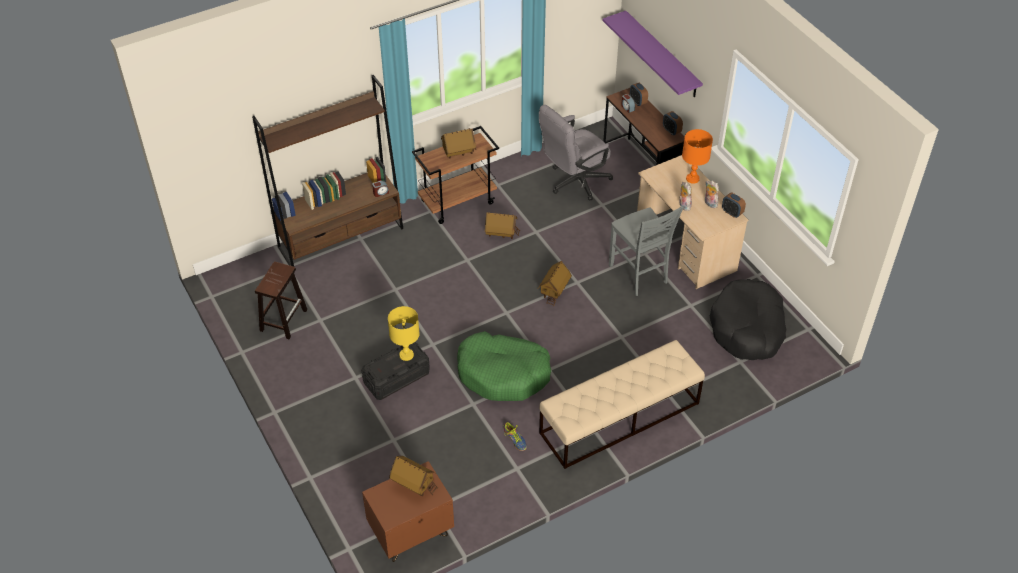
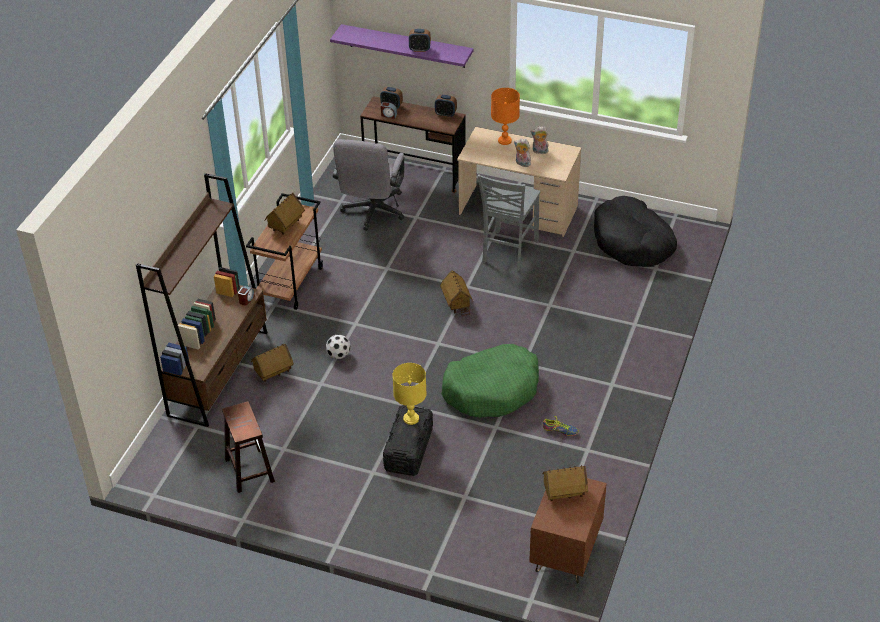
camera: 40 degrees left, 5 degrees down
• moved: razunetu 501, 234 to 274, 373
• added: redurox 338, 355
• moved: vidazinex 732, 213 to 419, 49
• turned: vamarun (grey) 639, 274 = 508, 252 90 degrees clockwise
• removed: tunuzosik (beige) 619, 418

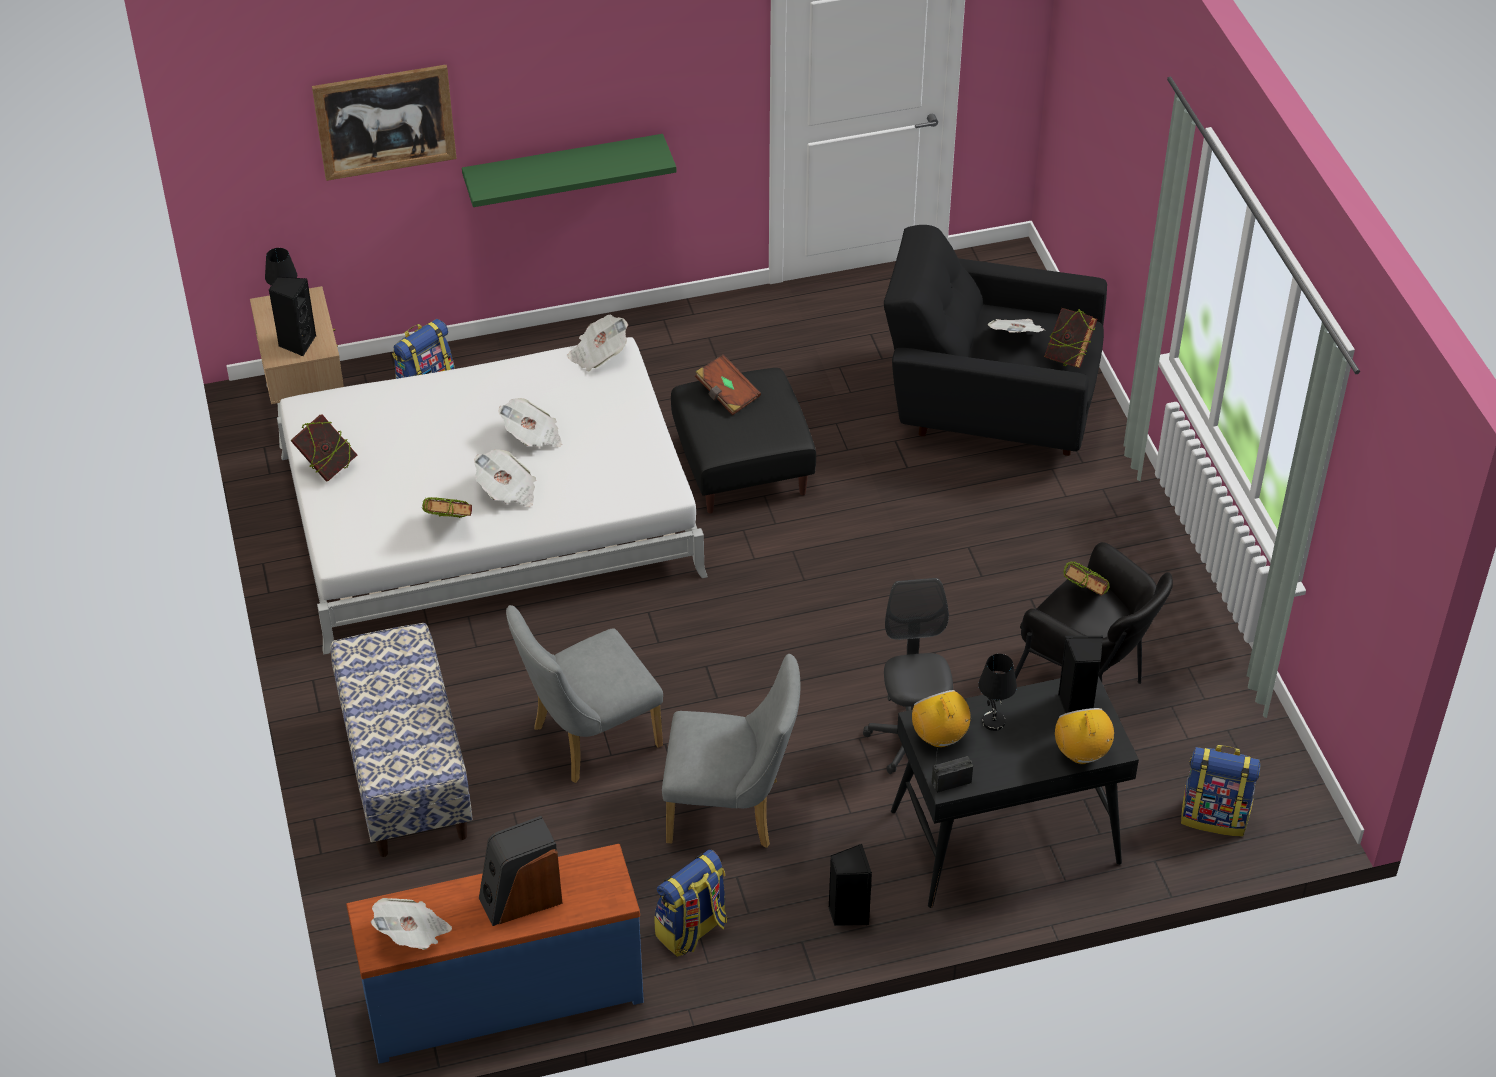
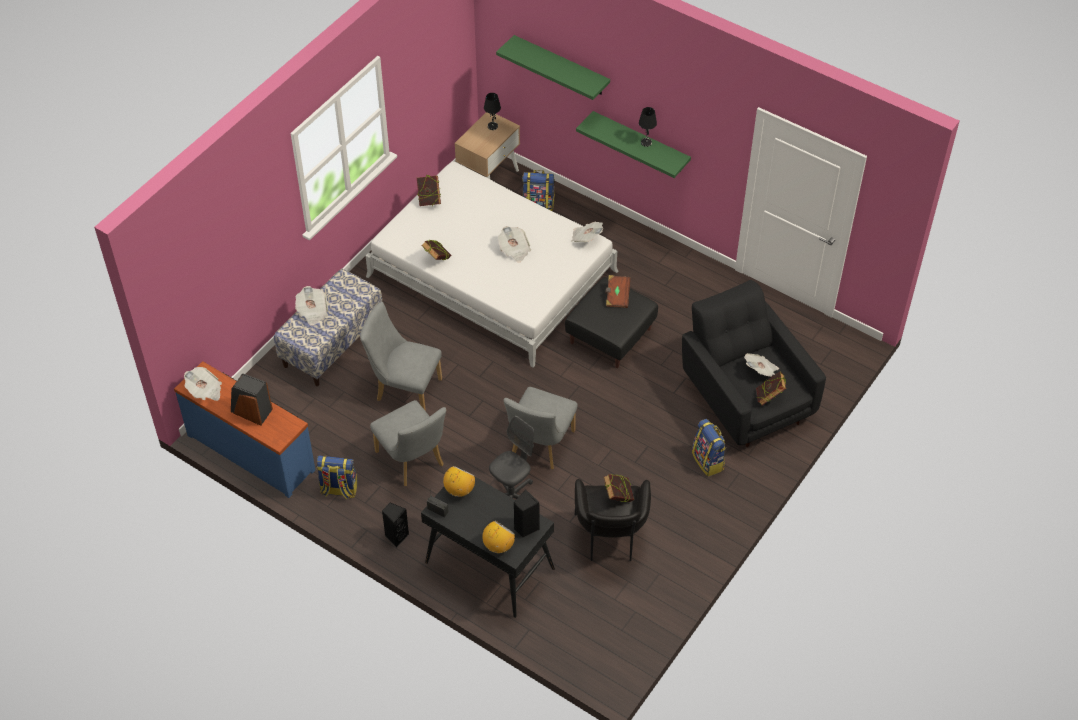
camera: 50 degrees right, 5 degrees up
• moved: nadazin 507, 491 to 312, 312
• replaced: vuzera 385, 121 to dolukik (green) 561, 66
• added: vamarun (grey) 539, 446
• moved: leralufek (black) 992, 721 to 646, 142
• moved: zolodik 1215, 816 to 708, 461
• removed: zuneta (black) 297, 343

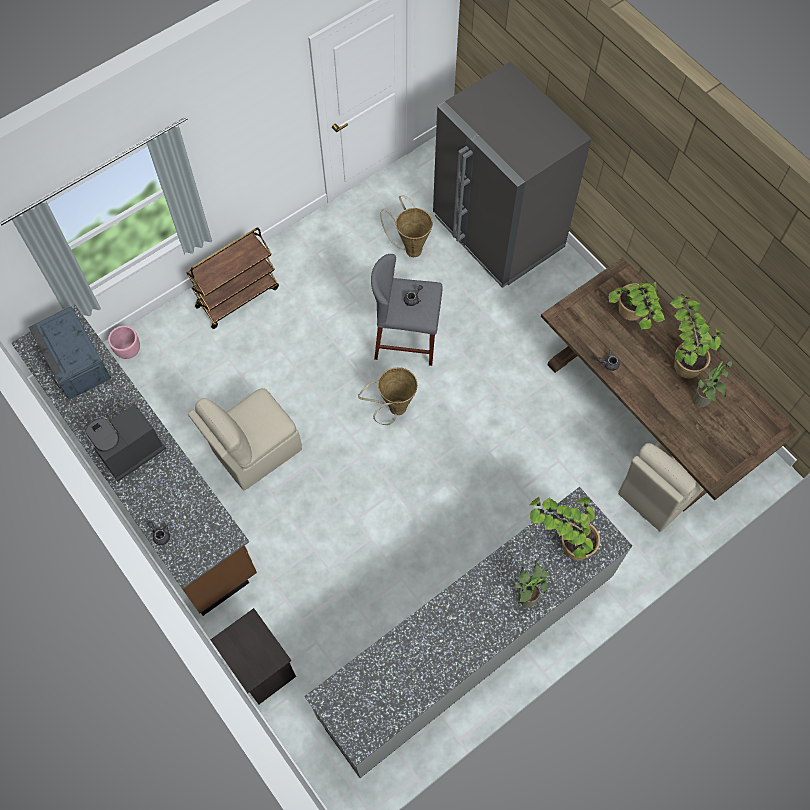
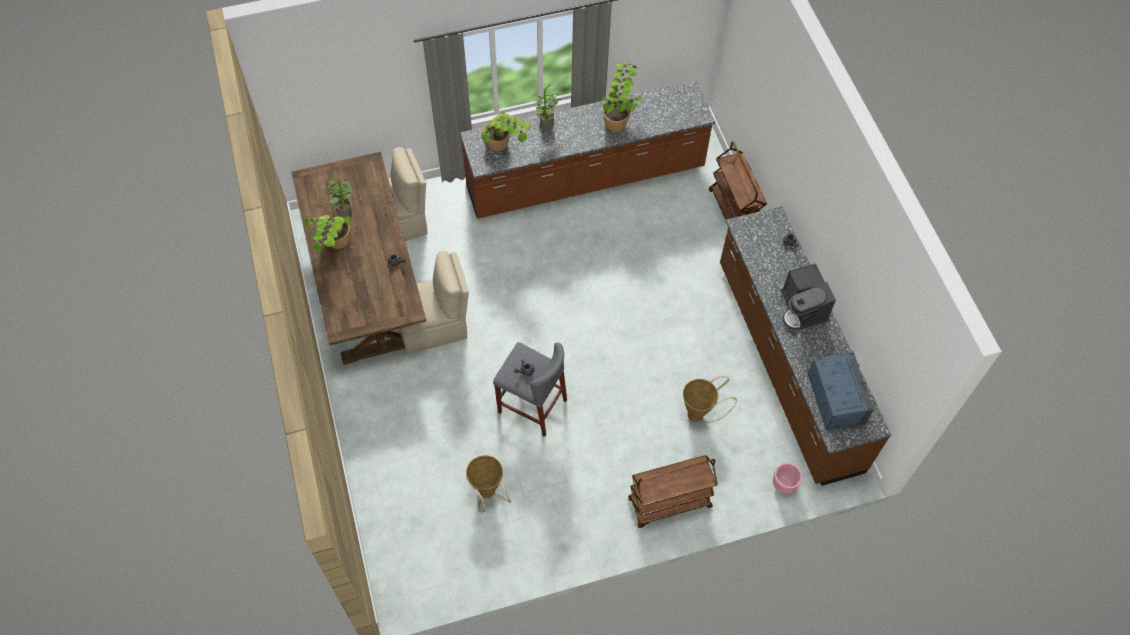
camera: 160 degrees left, 5 degrees down
• moved: vamarun (beige) 255, 451 to 434, 326
• recoloured: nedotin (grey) 467, 645 to nedotin (brown) 585, 179
• moved: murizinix 631, 321 to 619, 115
• moved: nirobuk 393, 410 to 699, 414
• replaced: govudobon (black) 259, 667 to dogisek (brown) 734, 213
• turned: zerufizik 129, 451 = 802, 309 90 degrees clockwise
• removed: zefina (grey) 498, 232

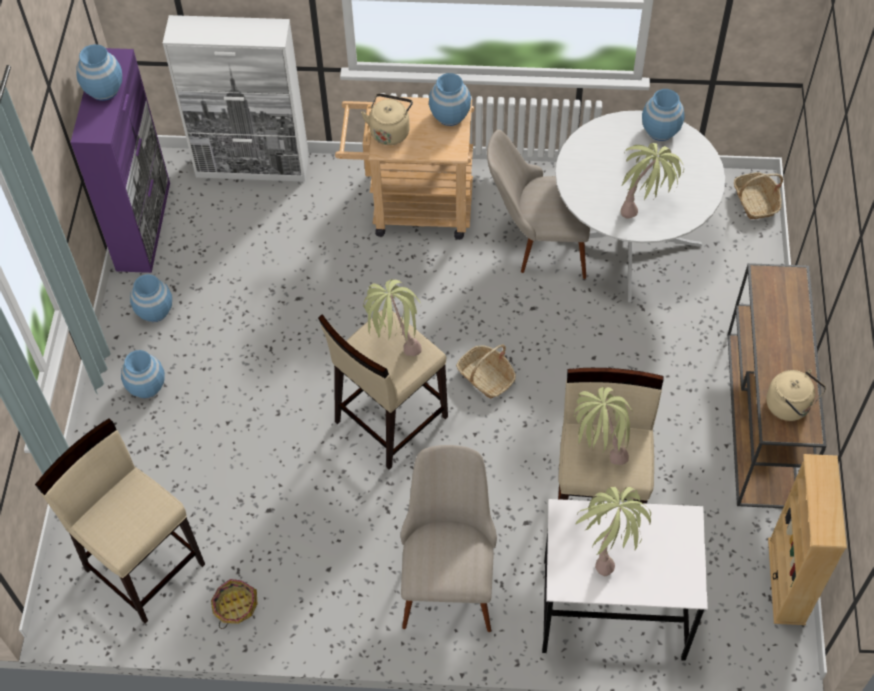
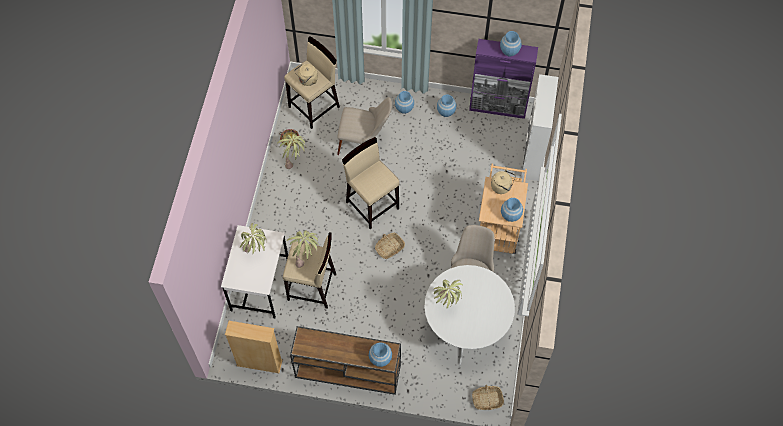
camera: 95 degrees right, 5 degrees up
• moved: murizinix 394, 343 to 294, 160
• moved: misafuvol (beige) 790, 406 to 307, 80
• moved: vamarun (beige) 448, 577 to 364, 142
• moved: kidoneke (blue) 660, 131 to 380, 358

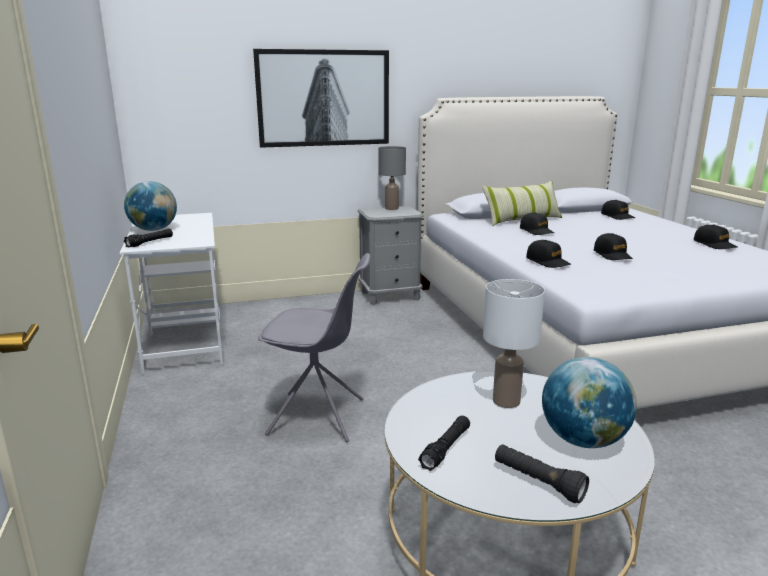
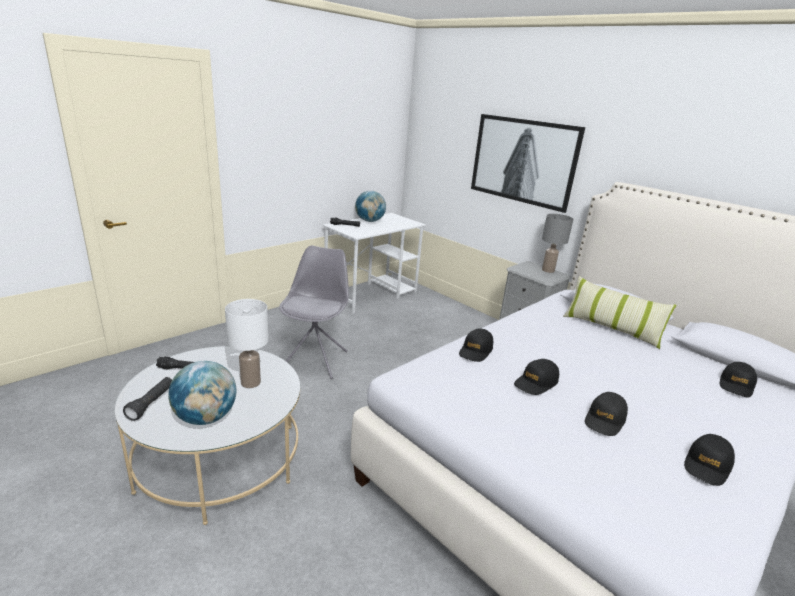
camera: 60 degrees right, 5 degrees up
• turned: vamarun (grey) 318, 417 = 315, 360 150 degrees counterclockwise
• moved: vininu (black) 536, 231 to 605, 420

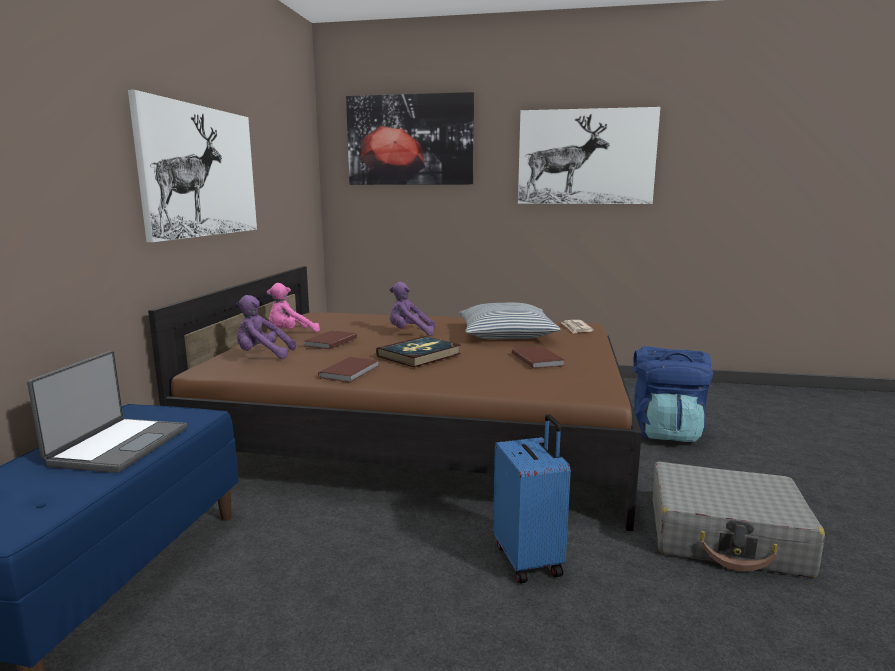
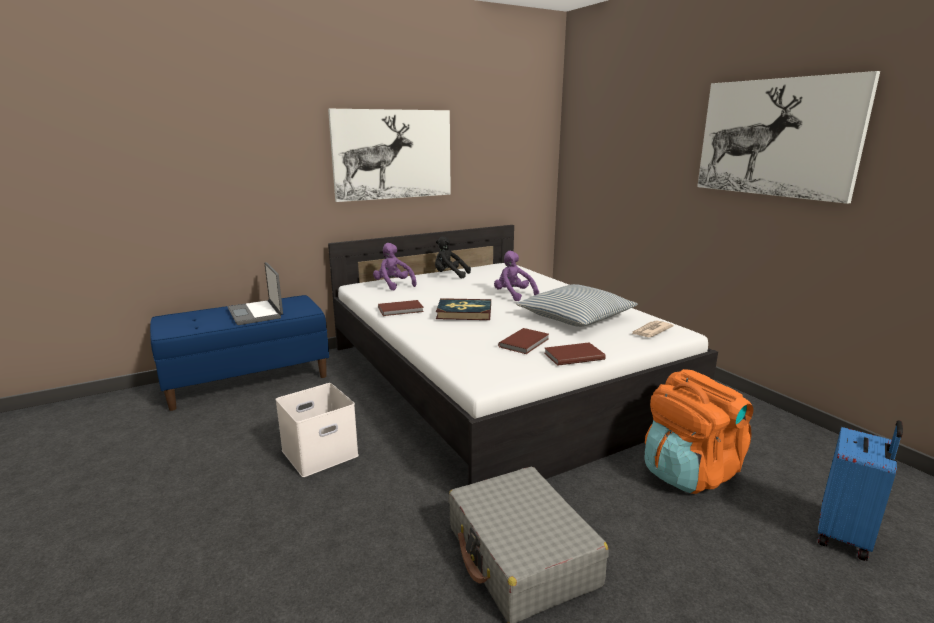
camera: 50 degrees right, 5 degrees up
• turned: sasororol 118, 446 = 256, 313 90 degrees clockwise
• added: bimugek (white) 320, 452
• recoloured: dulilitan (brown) 423, 433 to dulilitan (white) 496, 379
• recoloured: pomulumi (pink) 290, 333 to pomulumi (black) 449, 275
• moved: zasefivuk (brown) 329, 342 to 572, 356
• recoloured: zolodik (blue) 666, 432 to zolodik (orange) 689, 472
• moved: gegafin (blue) 529, 559 to 845, 536
• removed: vuzera 410, 140

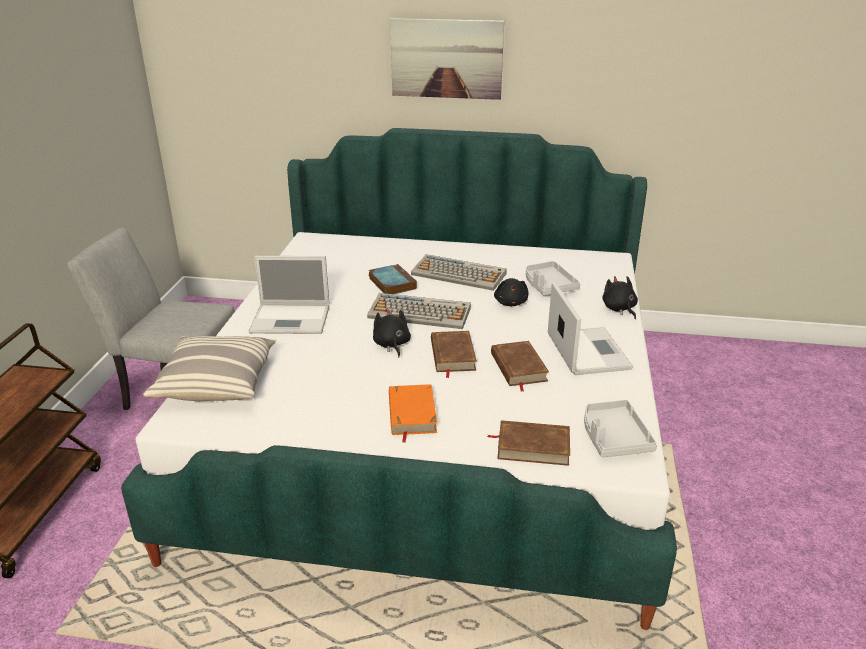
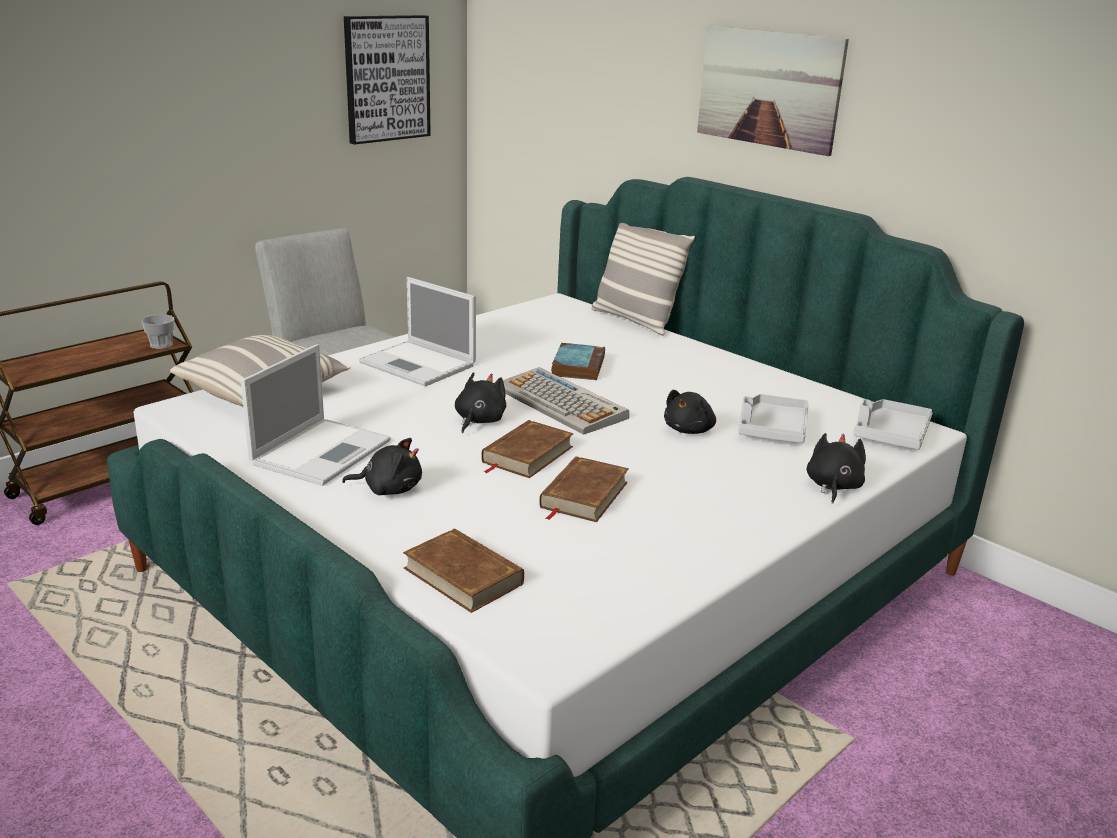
camera: 35 degrees right, 5 degrees down
• added: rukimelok 161, 345
• moved: sasororol 587, 351 to 322, 451
• replaced: zasefivuk (orange) 411, 414 to pomulumi (black) 389, 489
• added: vuzera 386, 78
• added: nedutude 635, 320
• moved: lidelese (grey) 613, 437 to 891, 435
• removed: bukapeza 459, 274

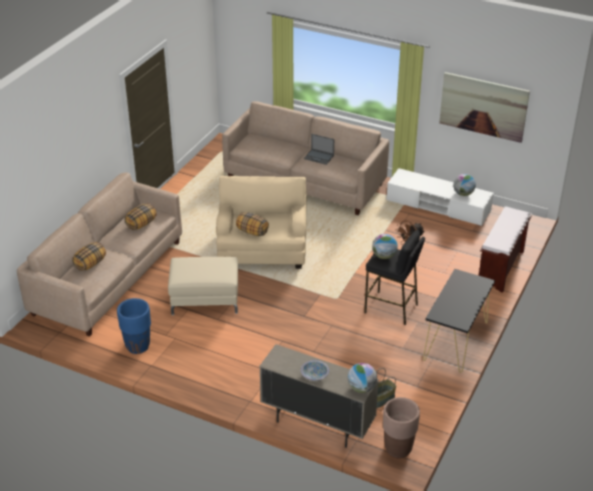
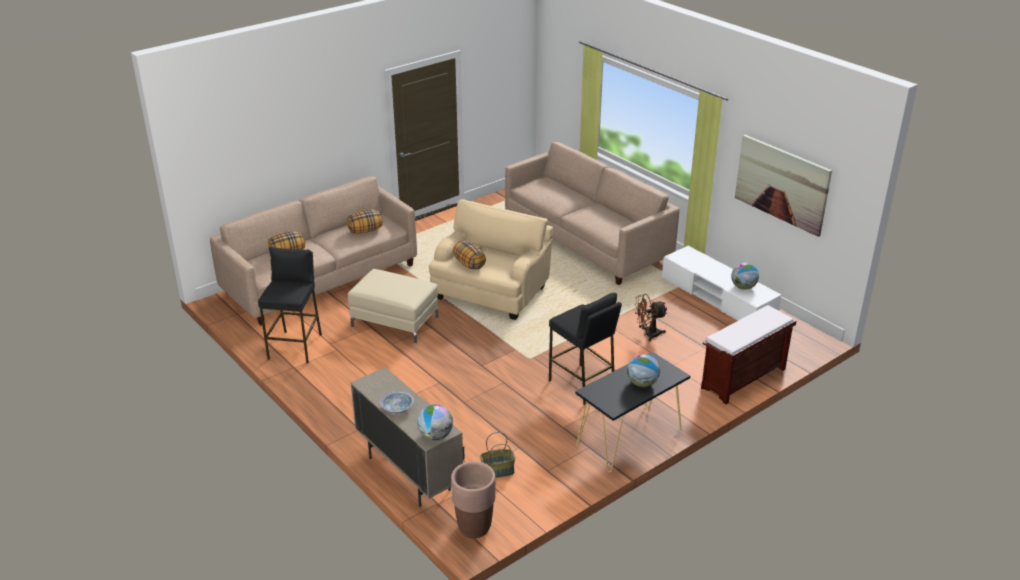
camera: 25 degrees right, 5 degrees down
• replaced: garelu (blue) 138, 346 to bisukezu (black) 296, 347
• moved: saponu 384, 256 to 642, 383
• removed: sasororol 319, 157

